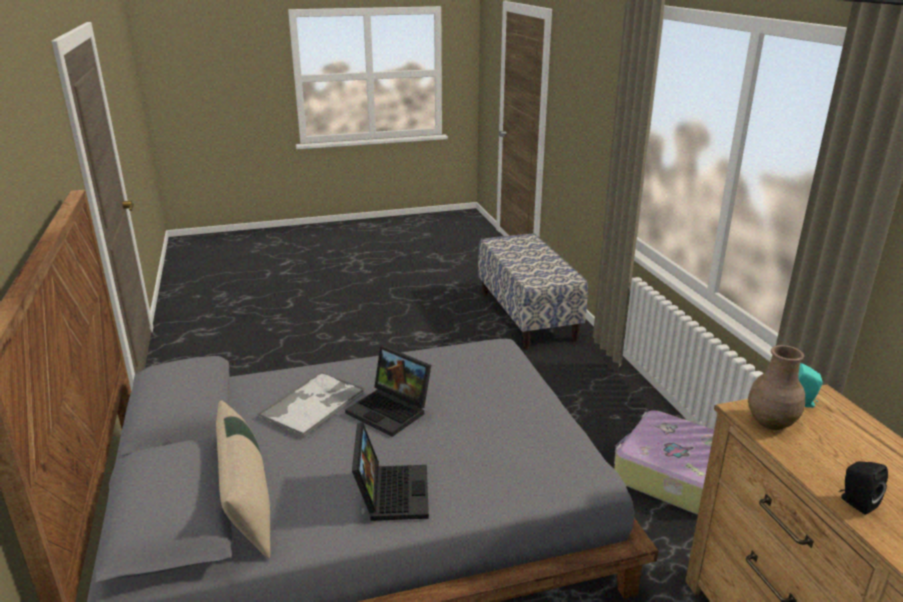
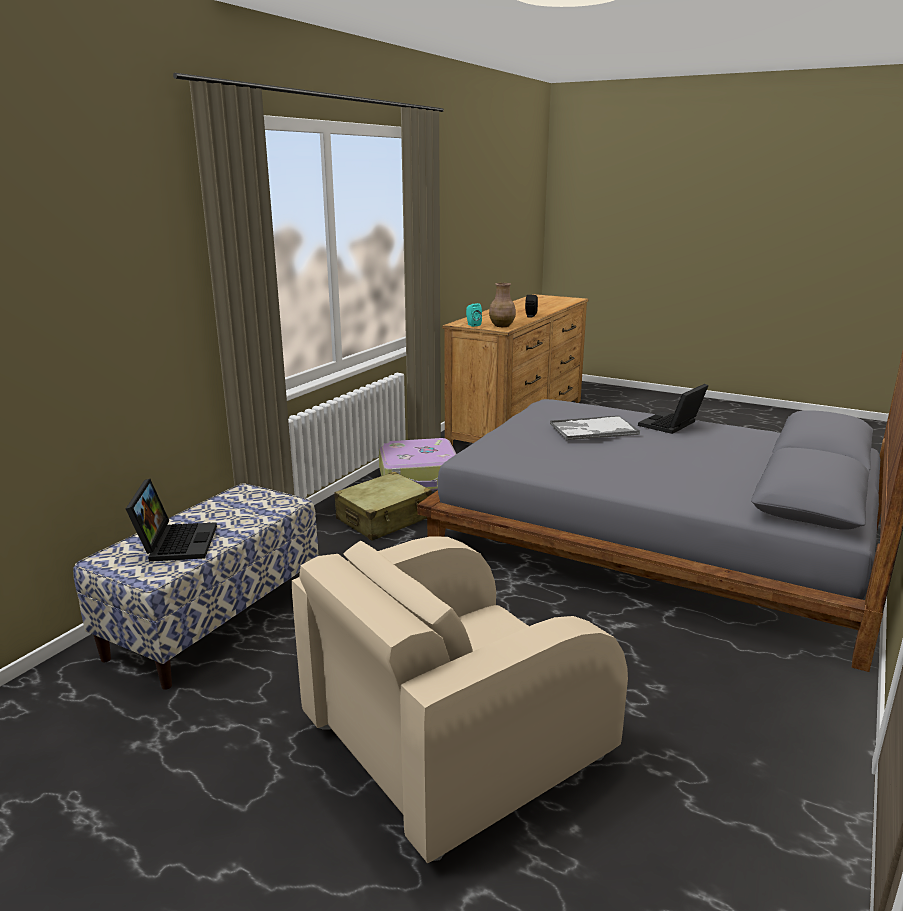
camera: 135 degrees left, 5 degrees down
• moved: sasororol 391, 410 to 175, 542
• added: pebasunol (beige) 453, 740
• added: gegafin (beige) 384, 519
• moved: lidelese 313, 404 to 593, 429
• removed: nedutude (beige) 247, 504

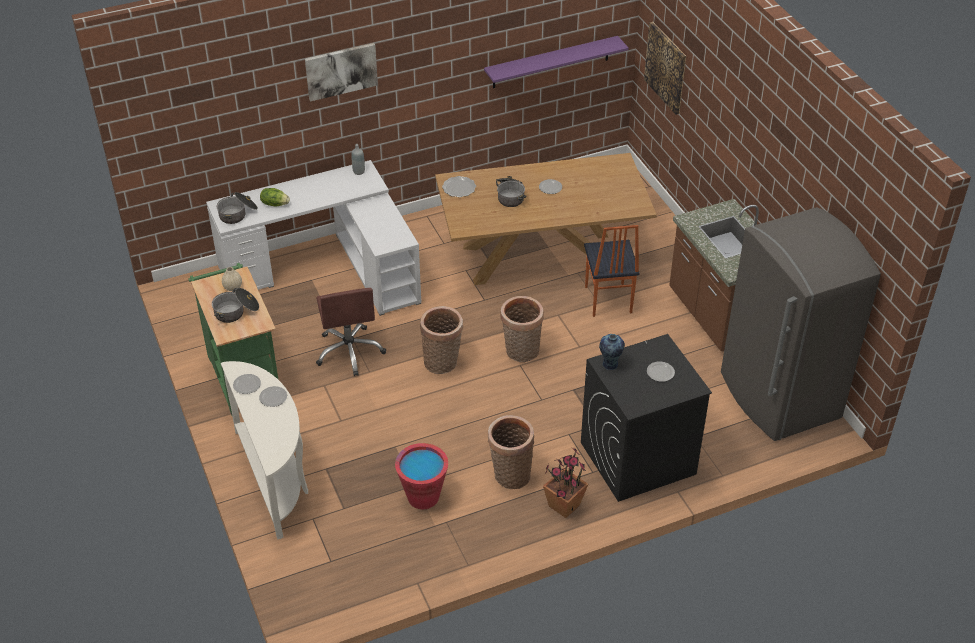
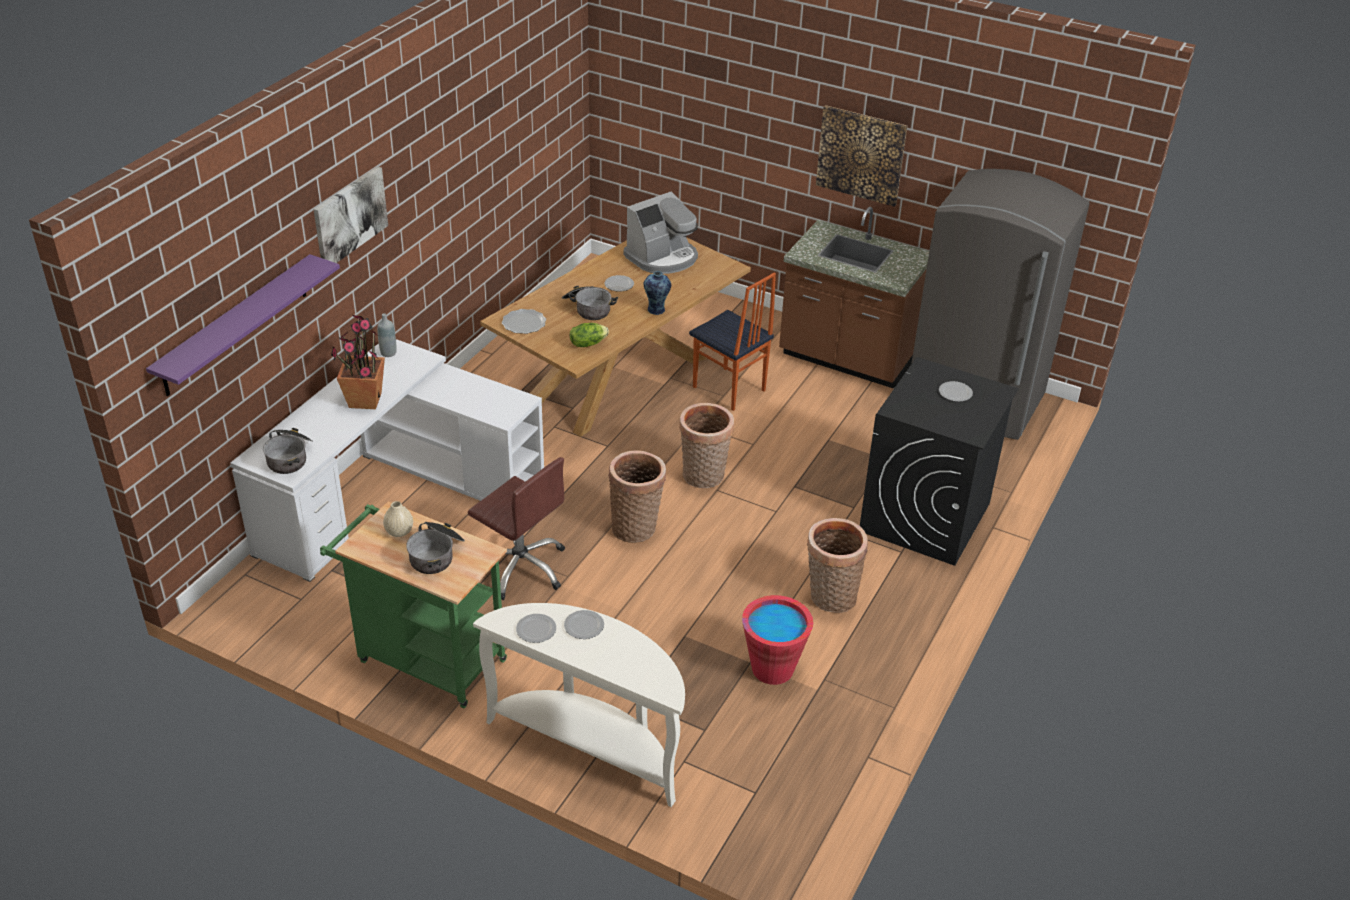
camera: 40 degrees left, 5 degrees down
• moved: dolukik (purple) 551, 62 to 235, 325
• moved: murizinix 563, 505 to 364, 400
• moved: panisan 275, 203 to 587, 343
• added: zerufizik 662, 258
• moved: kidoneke 610, 365 to 656, 310
• moved: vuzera 666, 67 to 861, 155

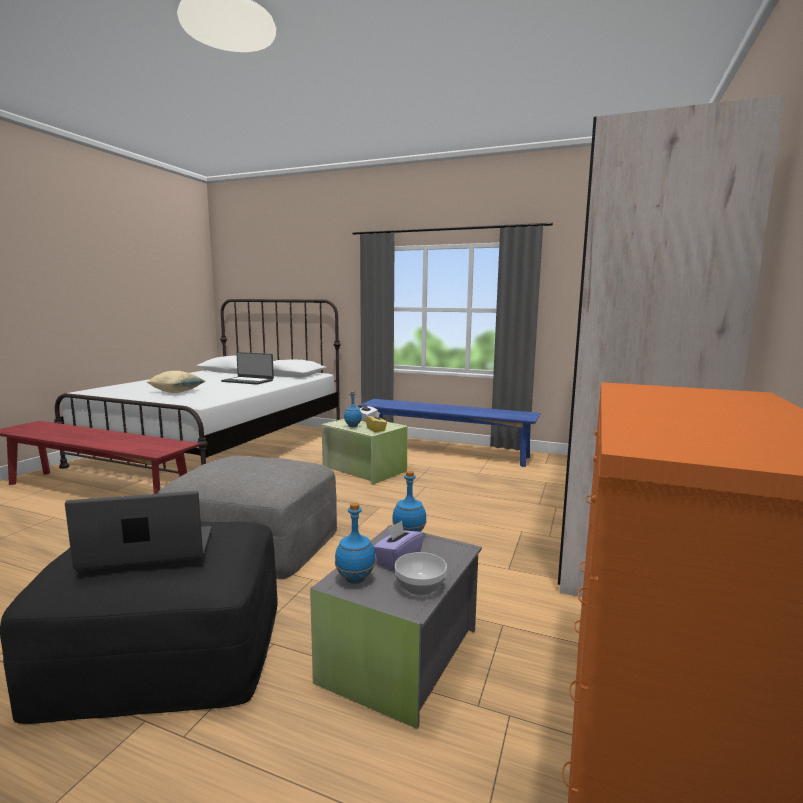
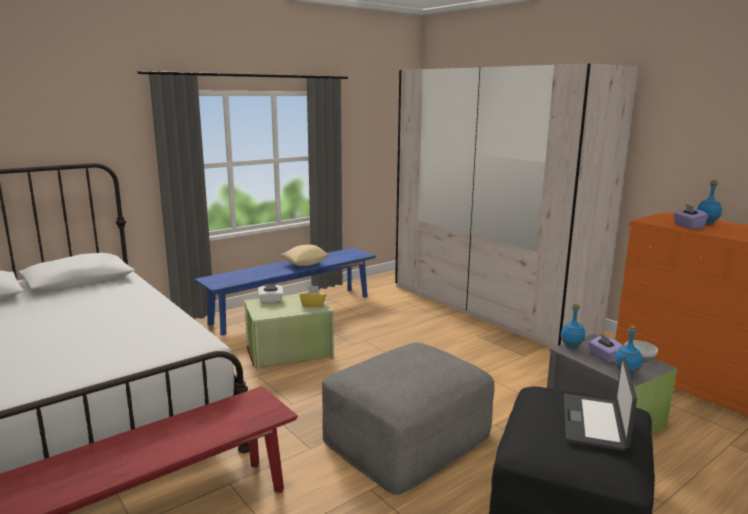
camera: 60 degrees left, 5 degrees up
• moved: nedutude (beige) 176, 392 to 305, 264
• added: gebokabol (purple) 688, 226
• moved: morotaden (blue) 352, 426 to 707, 223
• removed: sasororol 248, 381

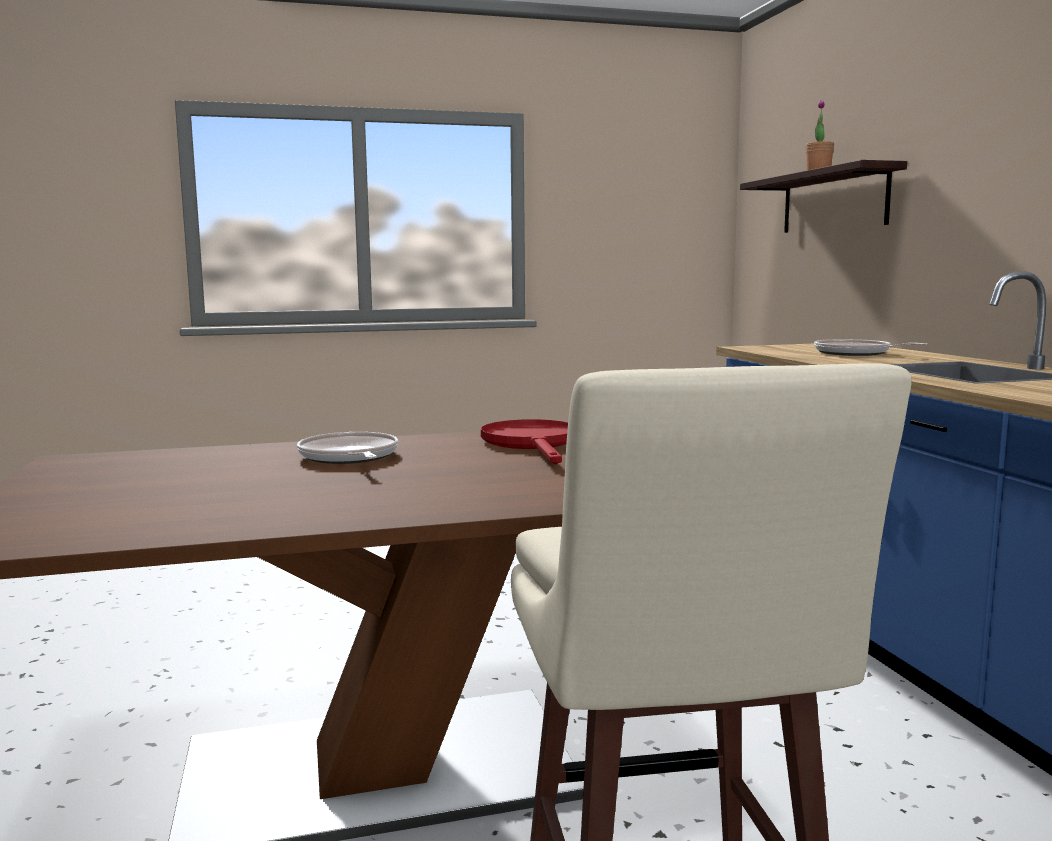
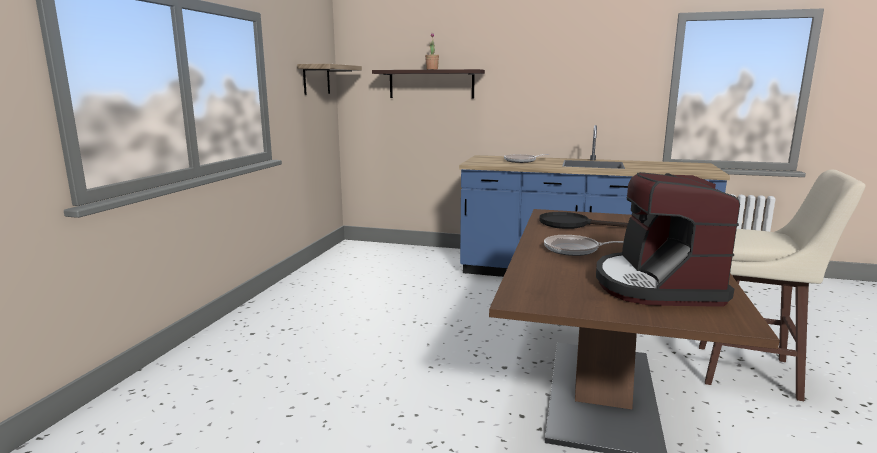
camera: 60 degrees left, 5 degrees up
• added: dolukik 316, 79
• recoloured: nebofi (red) 533, 444 to nebofi (black) 571, 224
• added: zerufizik 656, 285

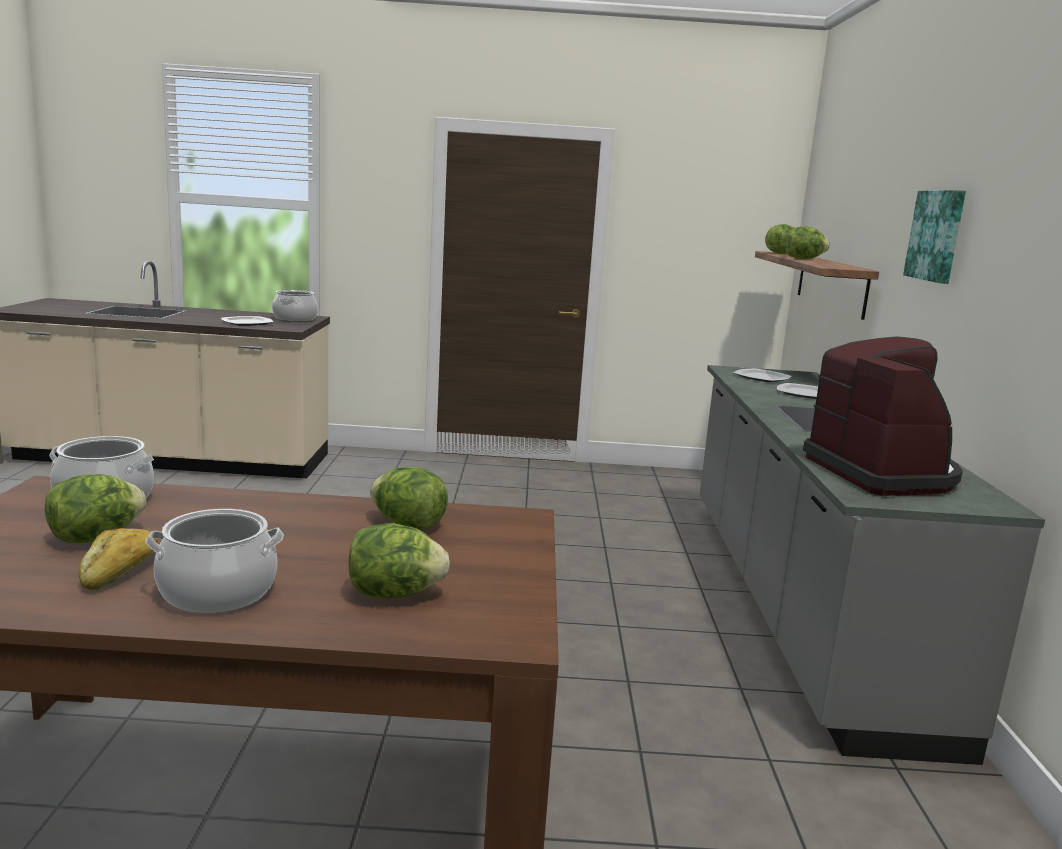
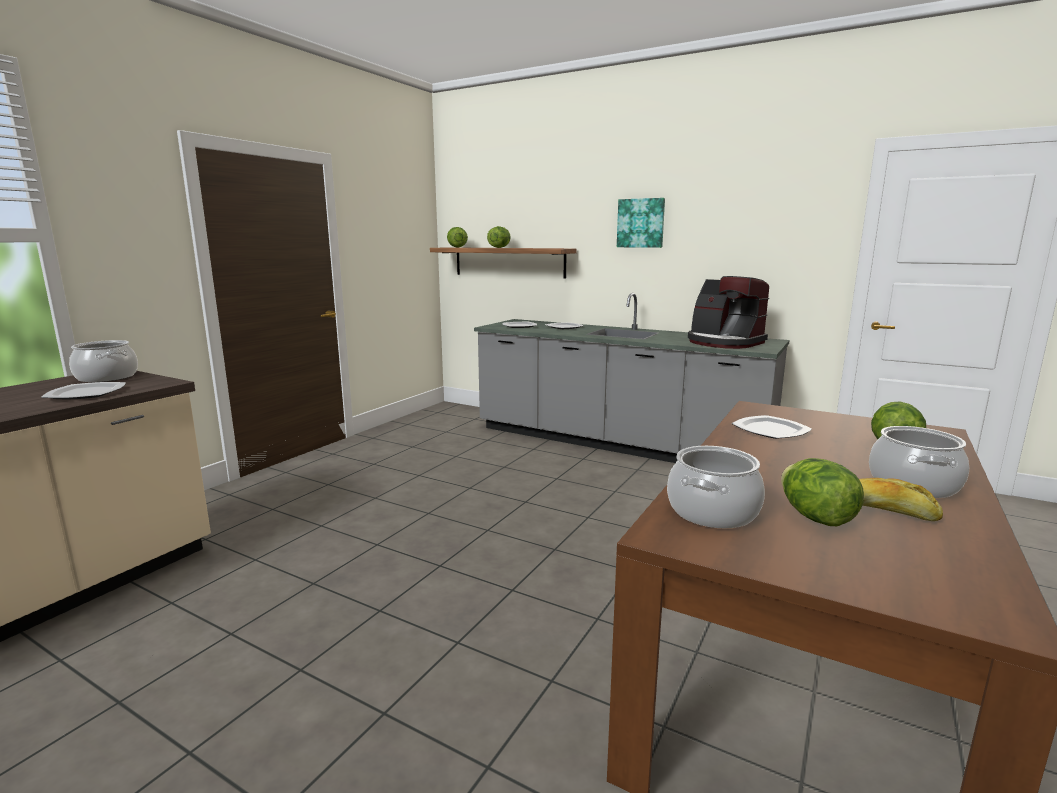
camera: 60 degrees left, 0 degrees up
• turned: zerufizik 882, 473 = 724, 342 150 degrees counterclockwise
• replaced: panisan 408, 525 to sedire 771, 430

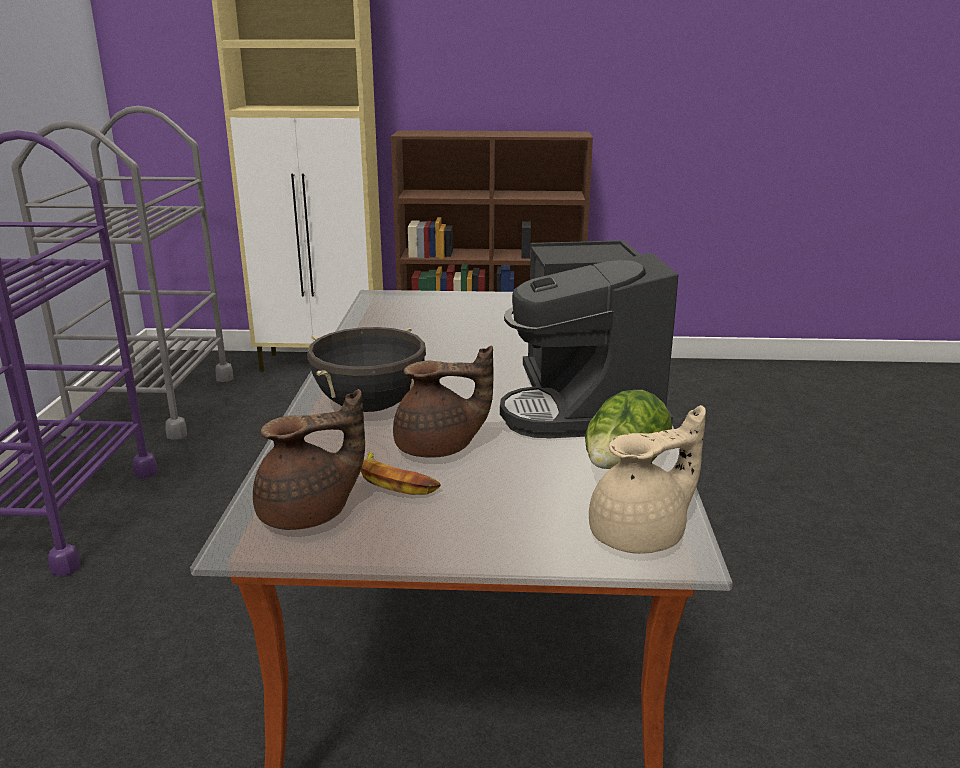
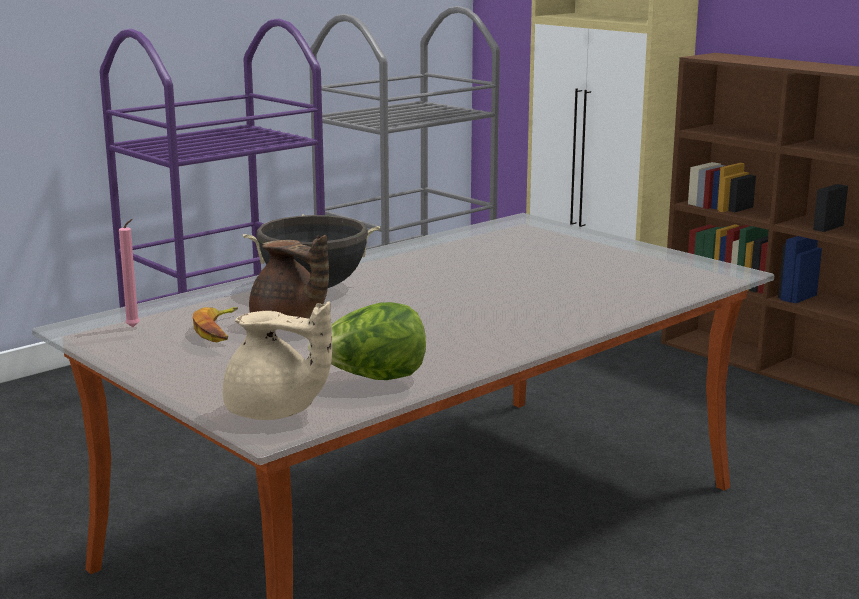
camera: 45 degrees right, 5 degrees down
• replaced: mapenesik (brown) 309, 514 to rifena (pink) 134, 327
• removed: zerufizik 584, 405

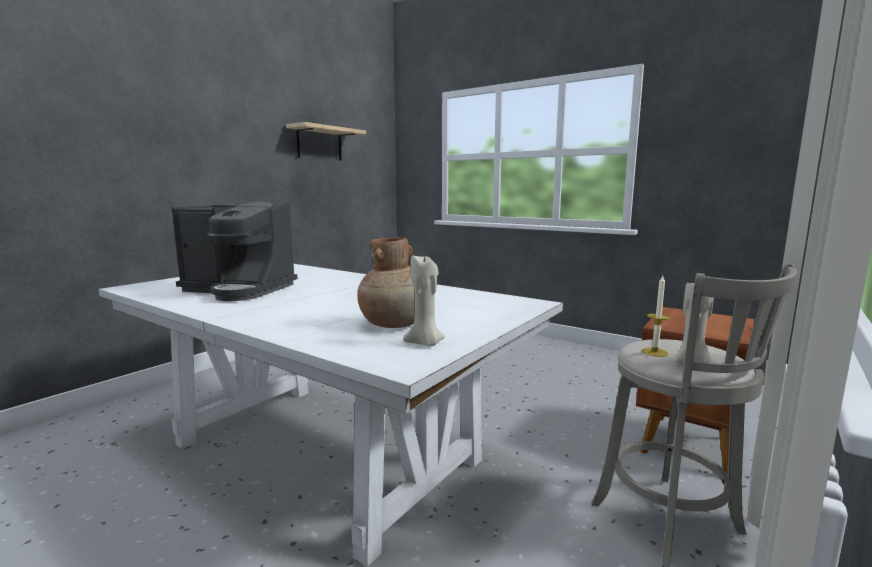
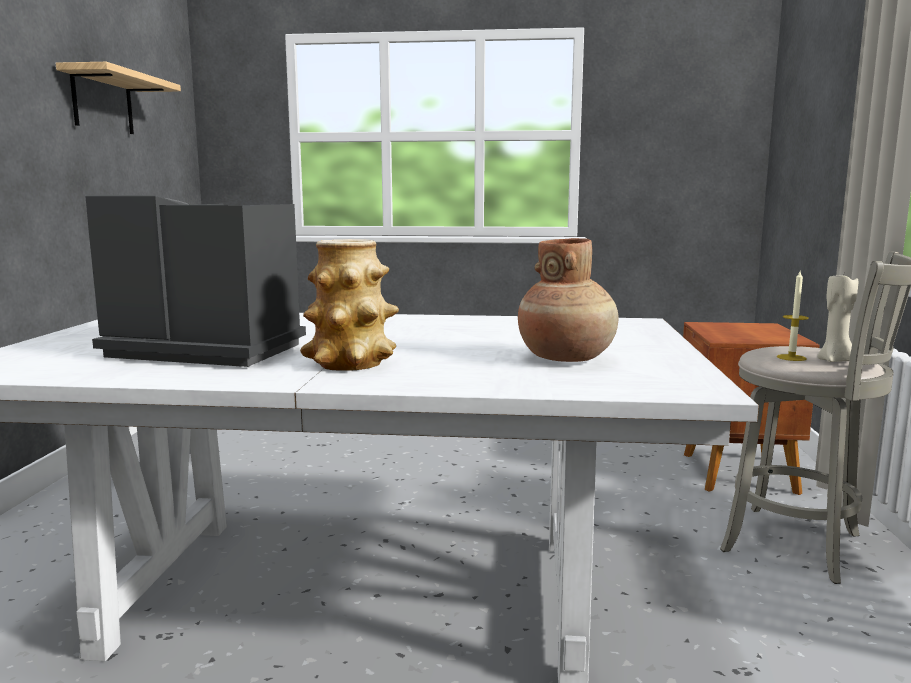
camera: 30 degrees left, 0 degrees up
• turned: zerufizik 239, 290 = 204, 350 150 degrees counterclockwise
• added: kidoneke 351, 363
• removed: rifena (beige) 425, 343

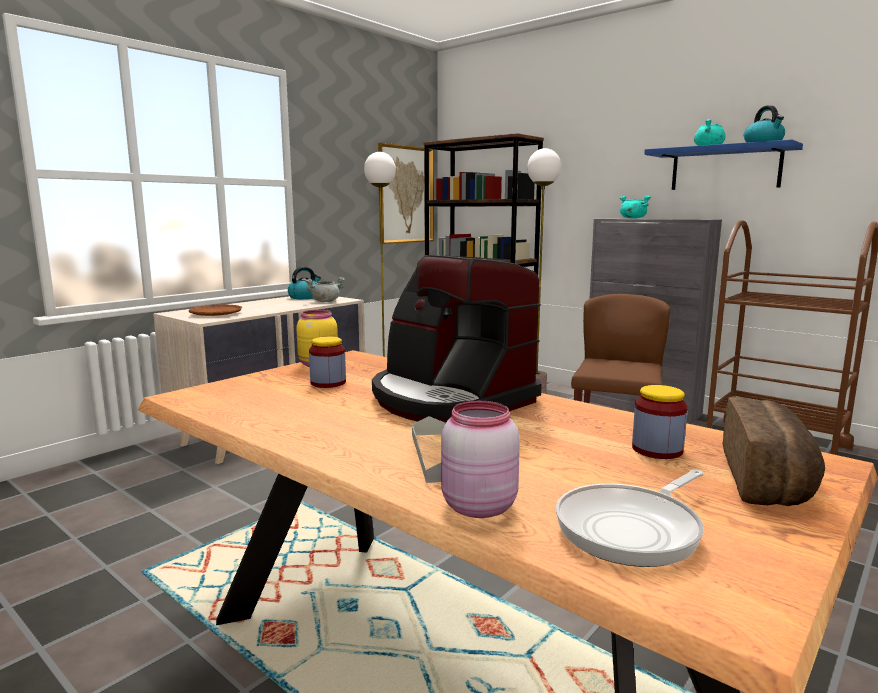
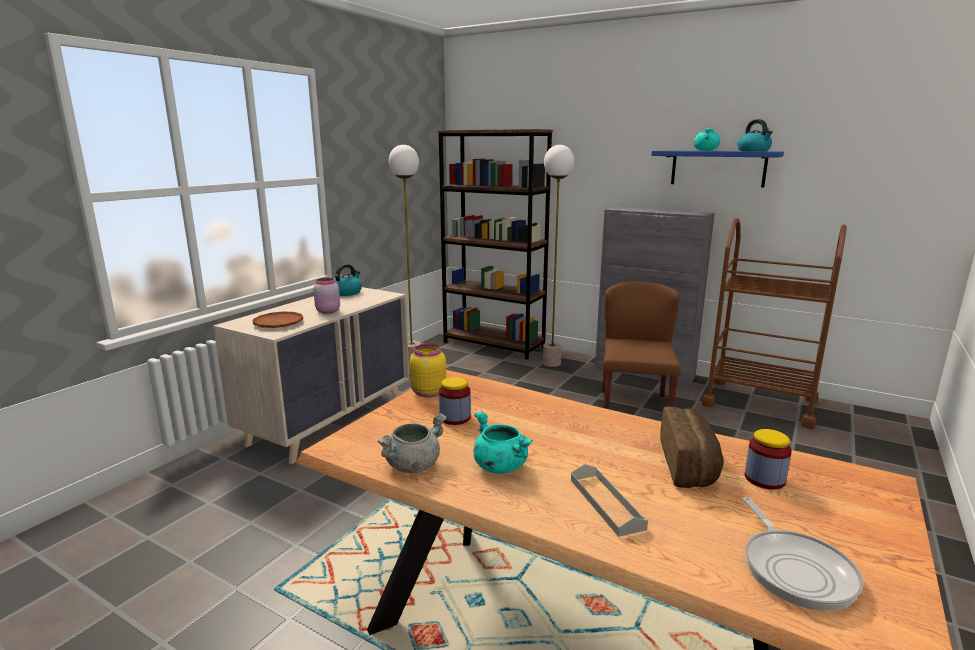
camera: 10 degrees left, 5 degrees up
• moved: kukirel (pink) 476, 506 to 327, 311
• moved: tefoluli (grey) 325, 301 to 413, 465
• moved: tefoluli (turquoise) 632, 218 to 500, 466
• moved: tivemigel 769, 480 to 690, 465
• turned: nebofi 633, 529 = 795, 569 45 degrees counterclockwise
• removed: zerufizik 450, 399
• removed: vuzera 405, 195

